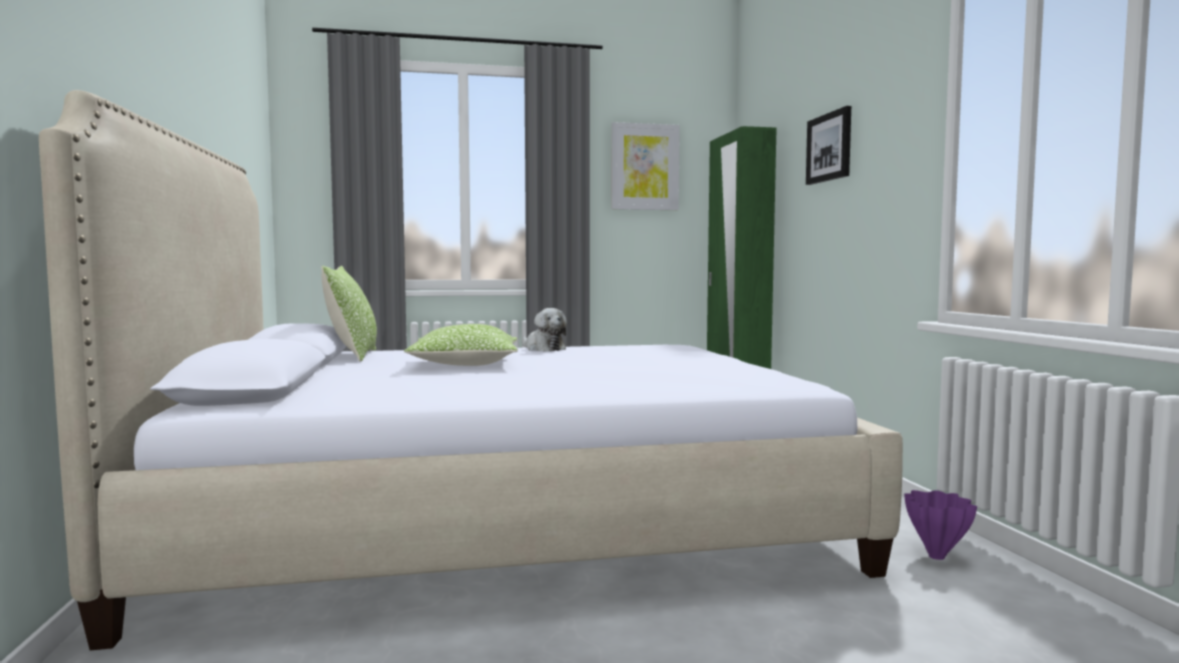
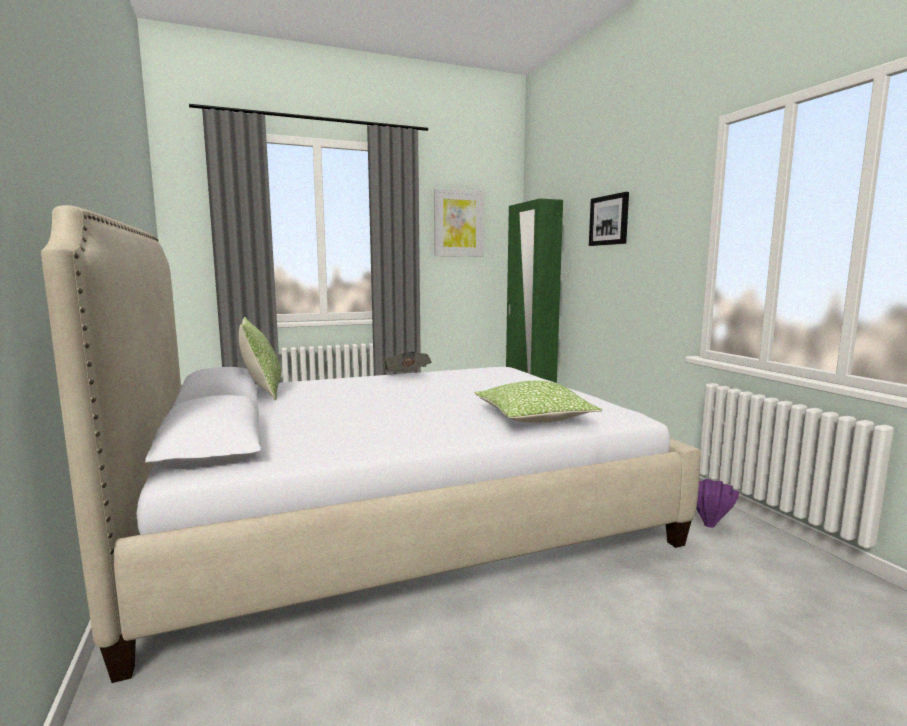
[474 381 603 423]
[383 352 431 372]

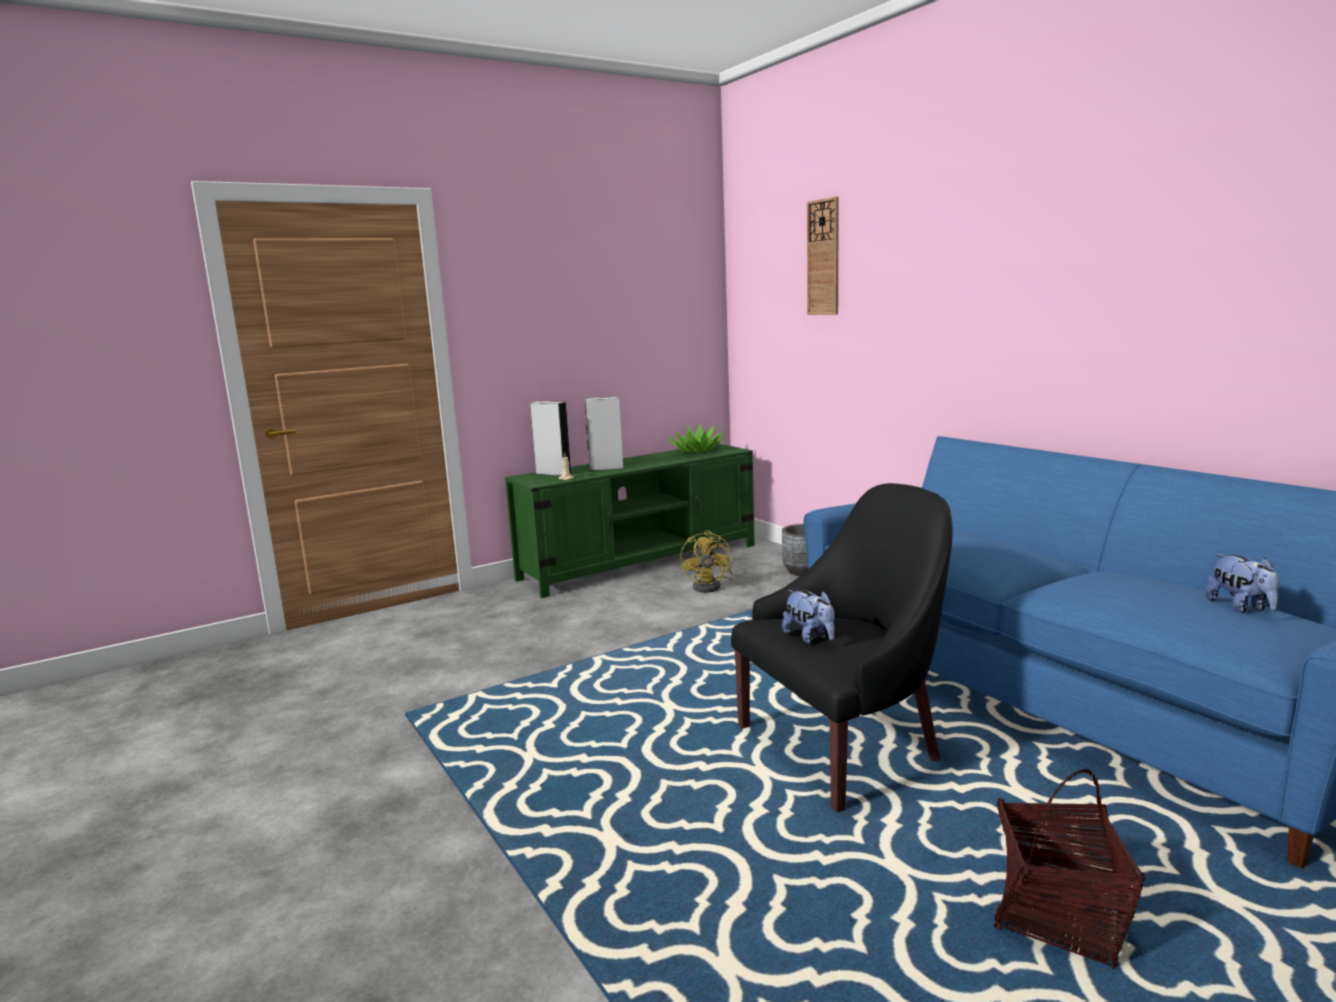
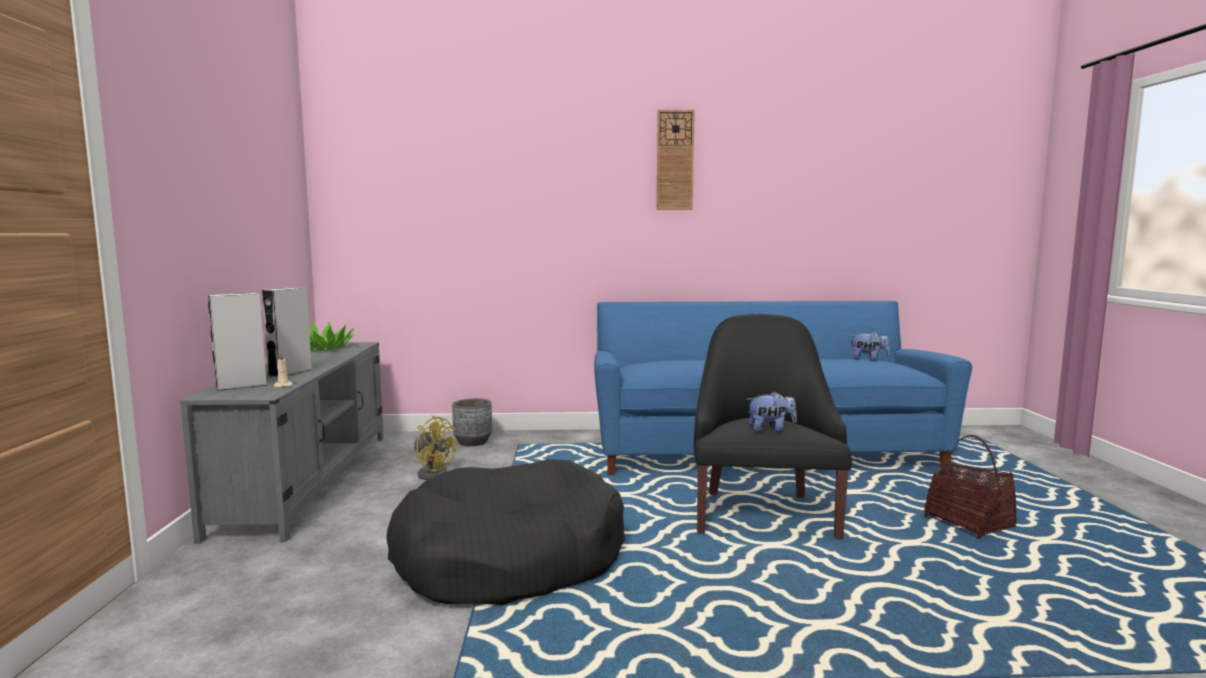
[386 459 625 605]
[656 110 695 210]
[180 342 384 544]

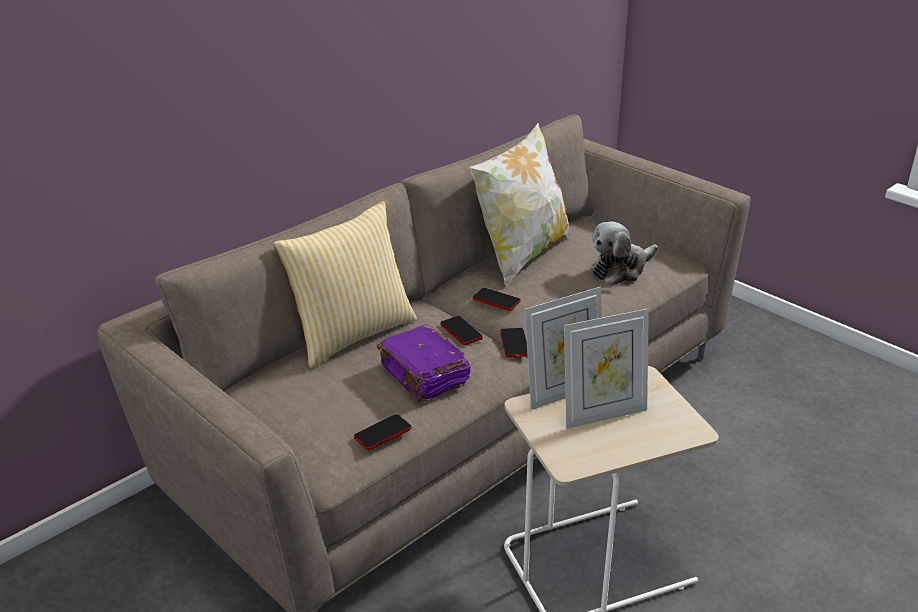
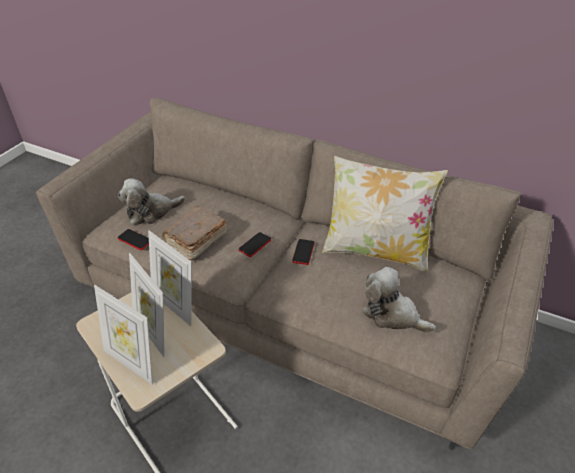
[273 201 417 369] (first image)
[500 328 528 357] (first image)
[94 285 153 384]
[118 178 185 225]
[162 206 227 261]

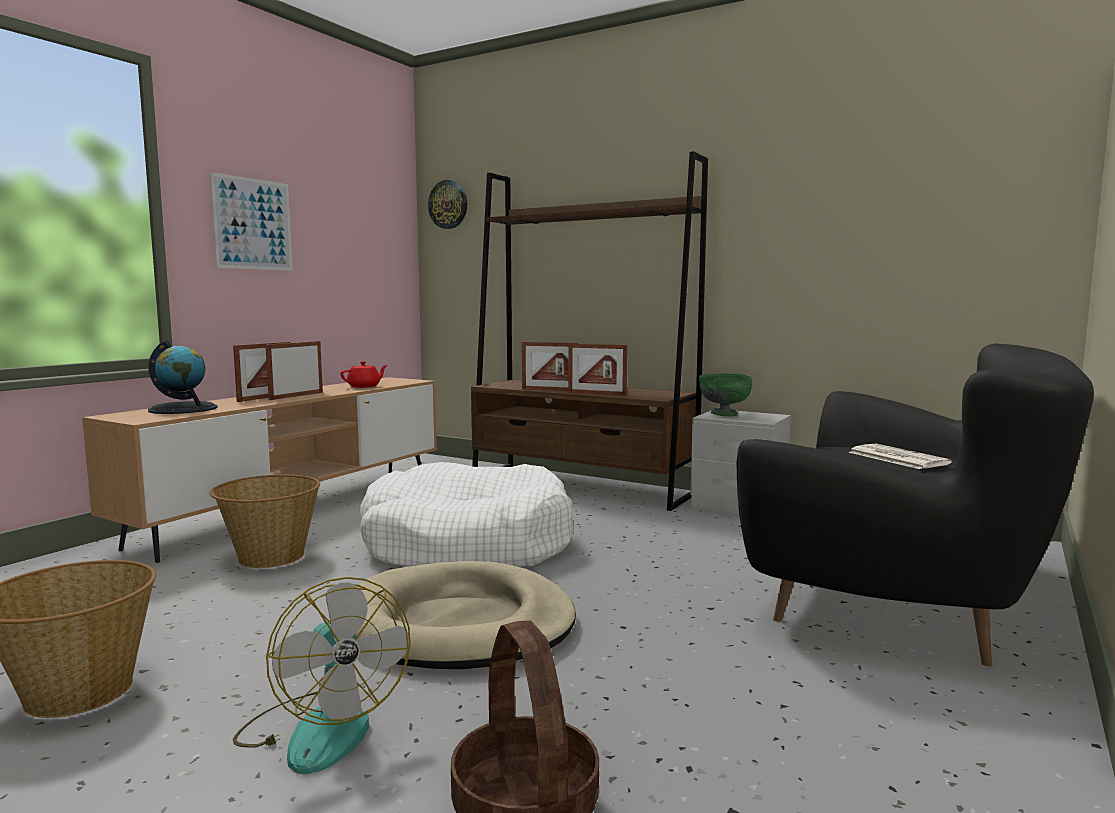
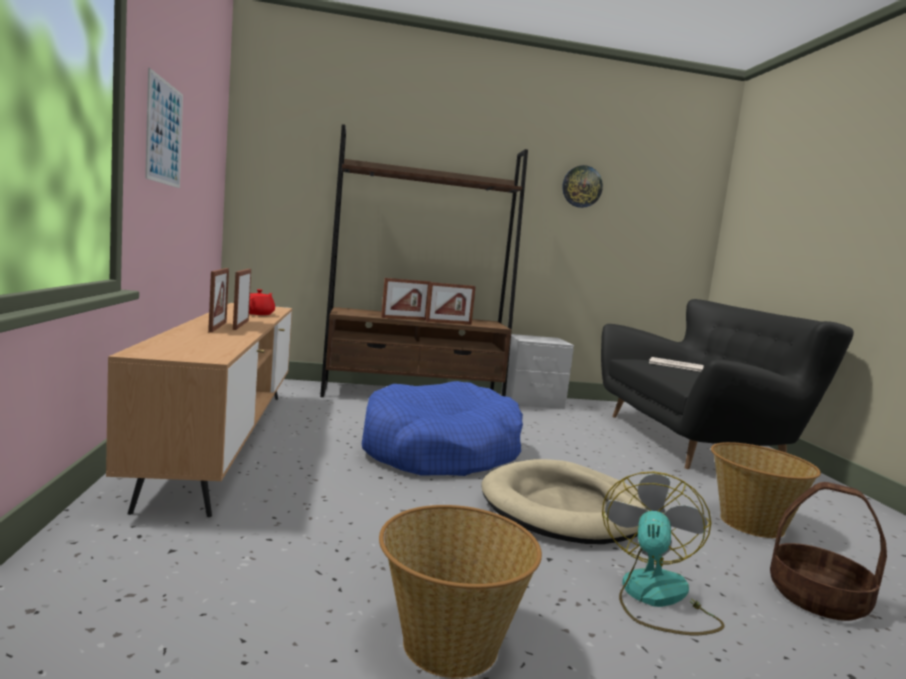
[148 340 218 414] (first image)
[699 373 752 417] (first image)
[711 442 821 538]
[562 165 603 208]
[362 381 523 476]
[602 472 725 635]

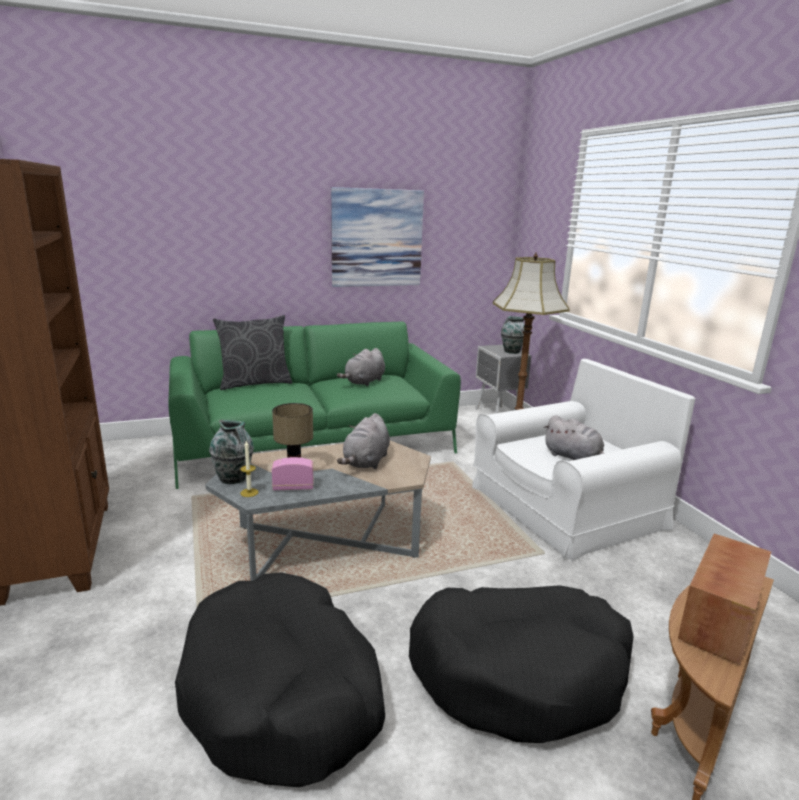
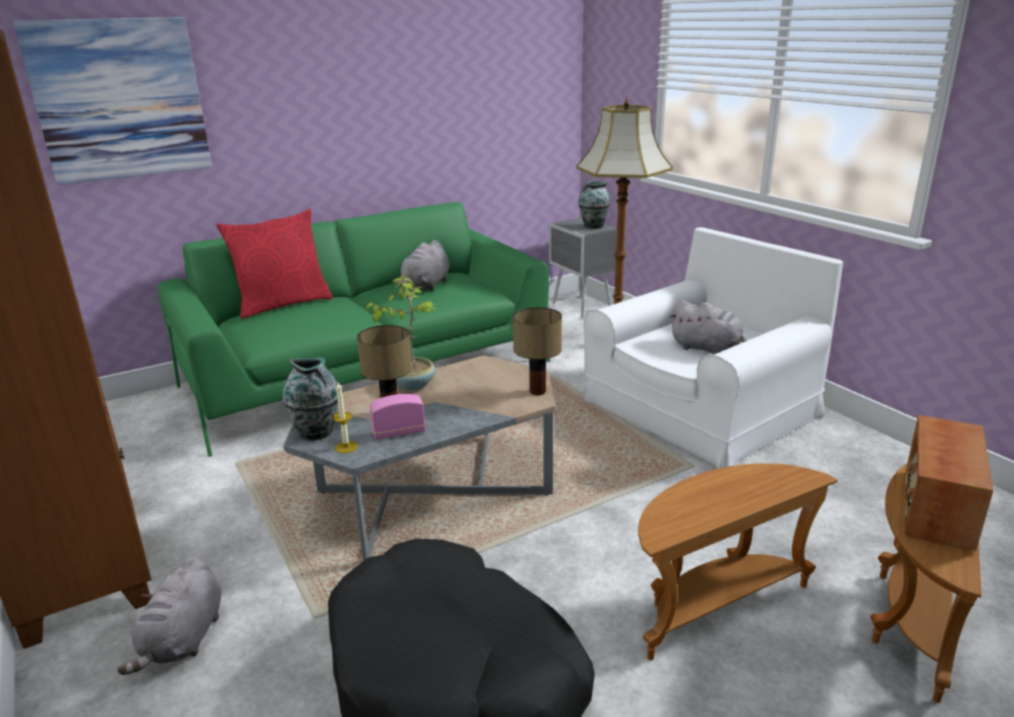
[365 275 439 390]
[513 307 562 395]
[13 17 212 185]
[118 556 221 675]
[638 463 838 660]
[216 209 333 319]

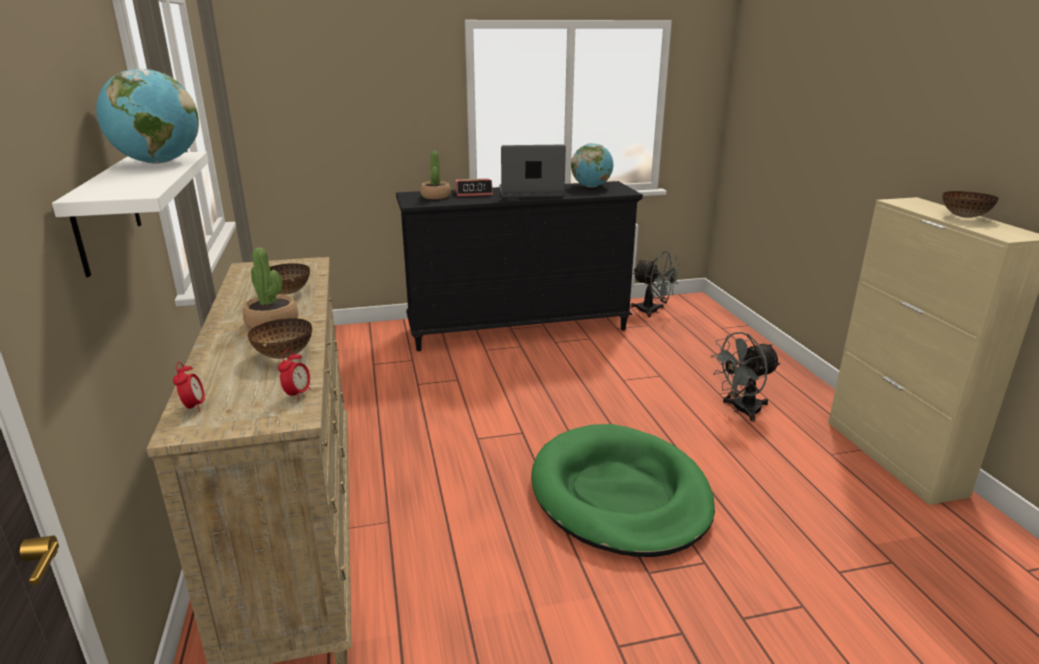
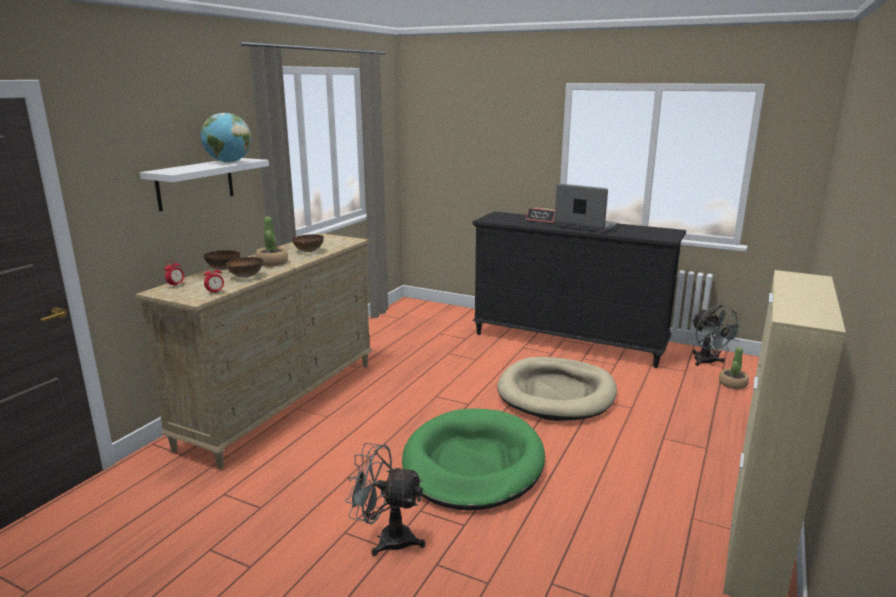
[571 143 613 187] (first image)
[497 357 617 421]
[719 347 749 389]
[345 443 425 556]
[204 250 240 270]

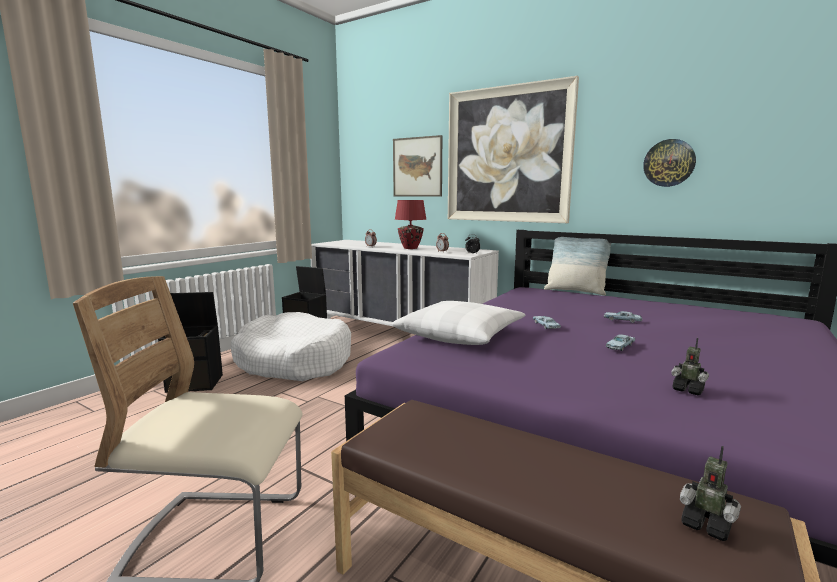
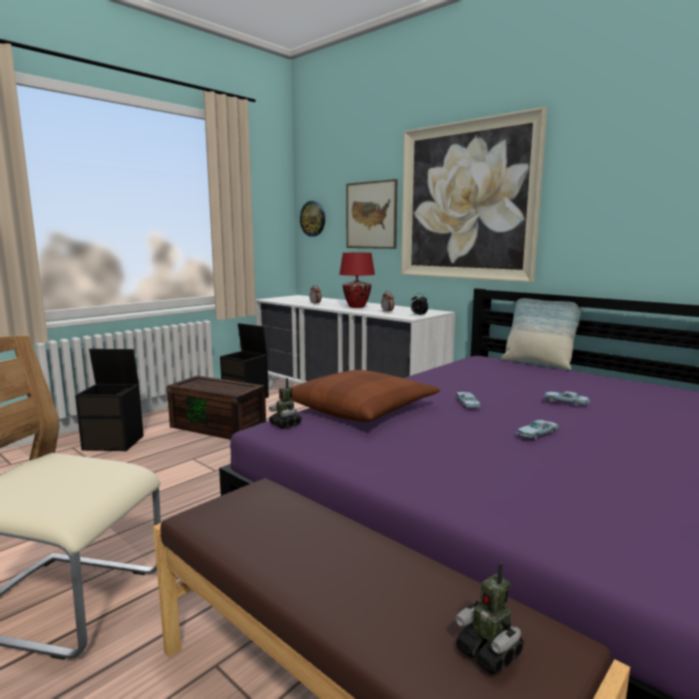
[300 201 325 237]
[269 378 302 429]
[167 376 266 440]
[290 370 440 422]

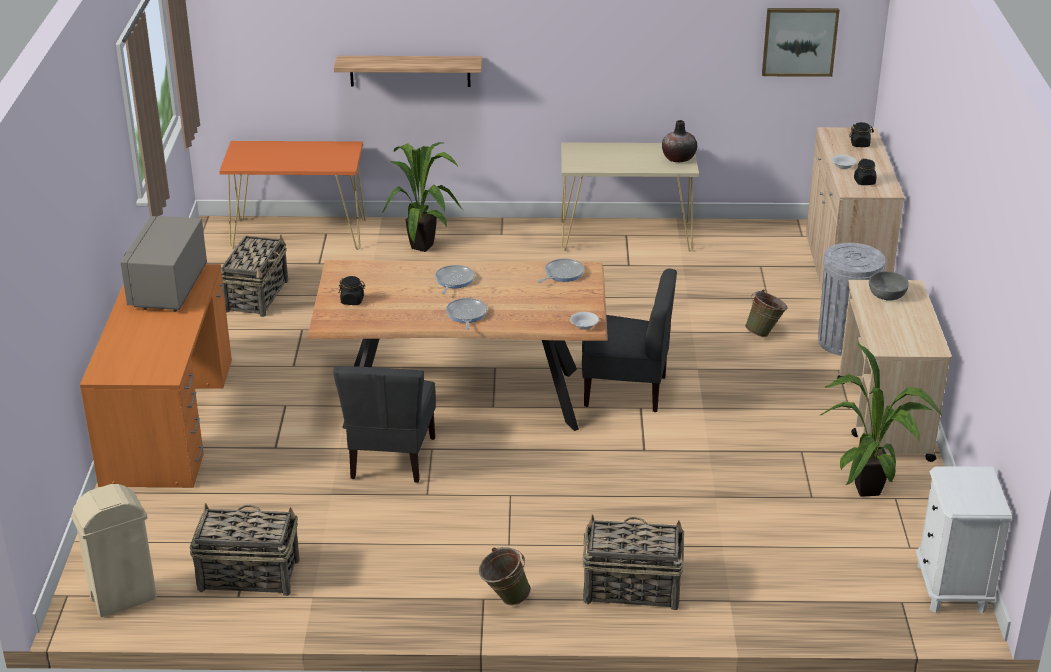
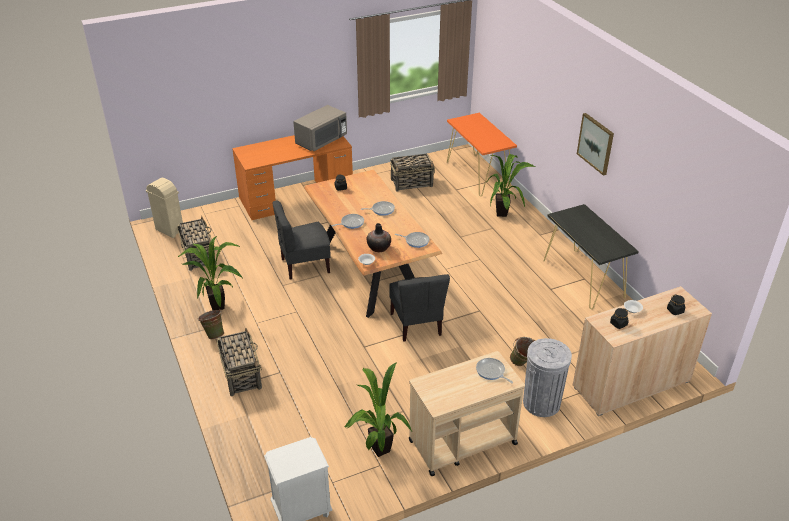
[334 56 482 87] (first image)
[178 236 242 310]
[367 223 391 252]
[577 113 614 176]
[476 358 513 383]
[544 204 639 309]
[293 105 347 151]

